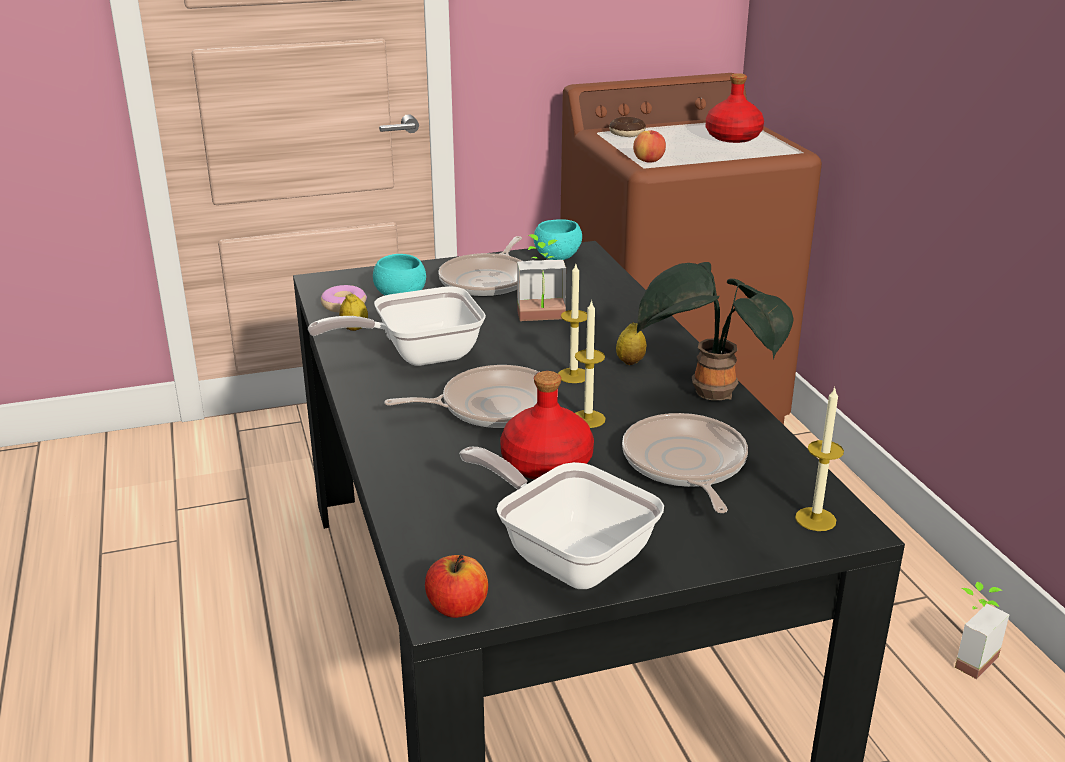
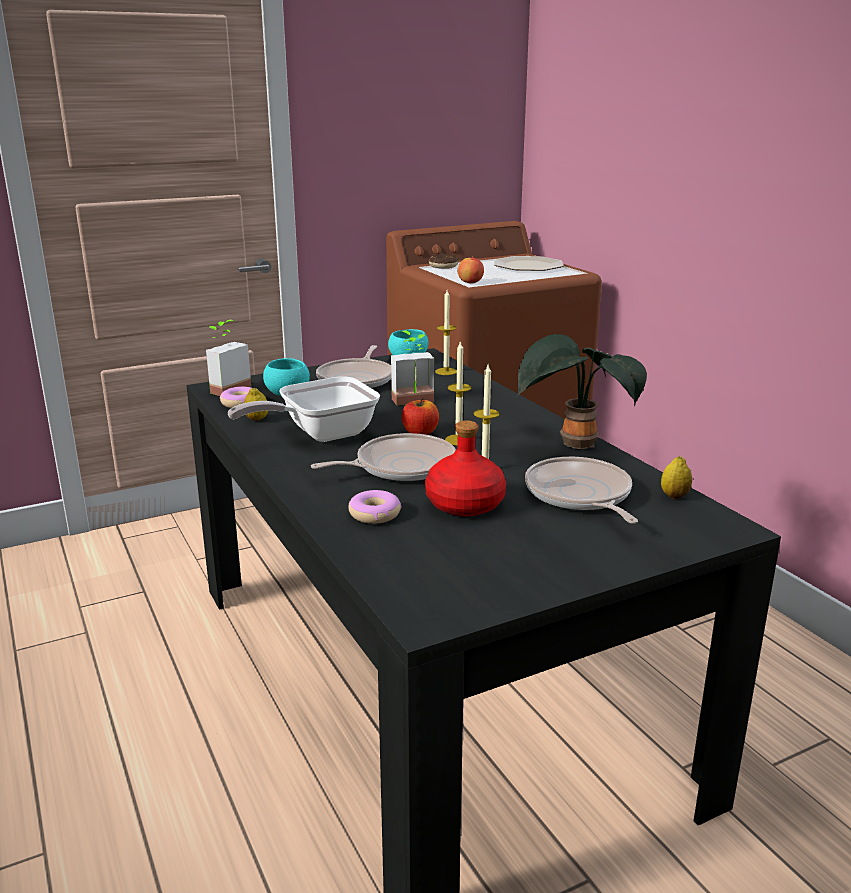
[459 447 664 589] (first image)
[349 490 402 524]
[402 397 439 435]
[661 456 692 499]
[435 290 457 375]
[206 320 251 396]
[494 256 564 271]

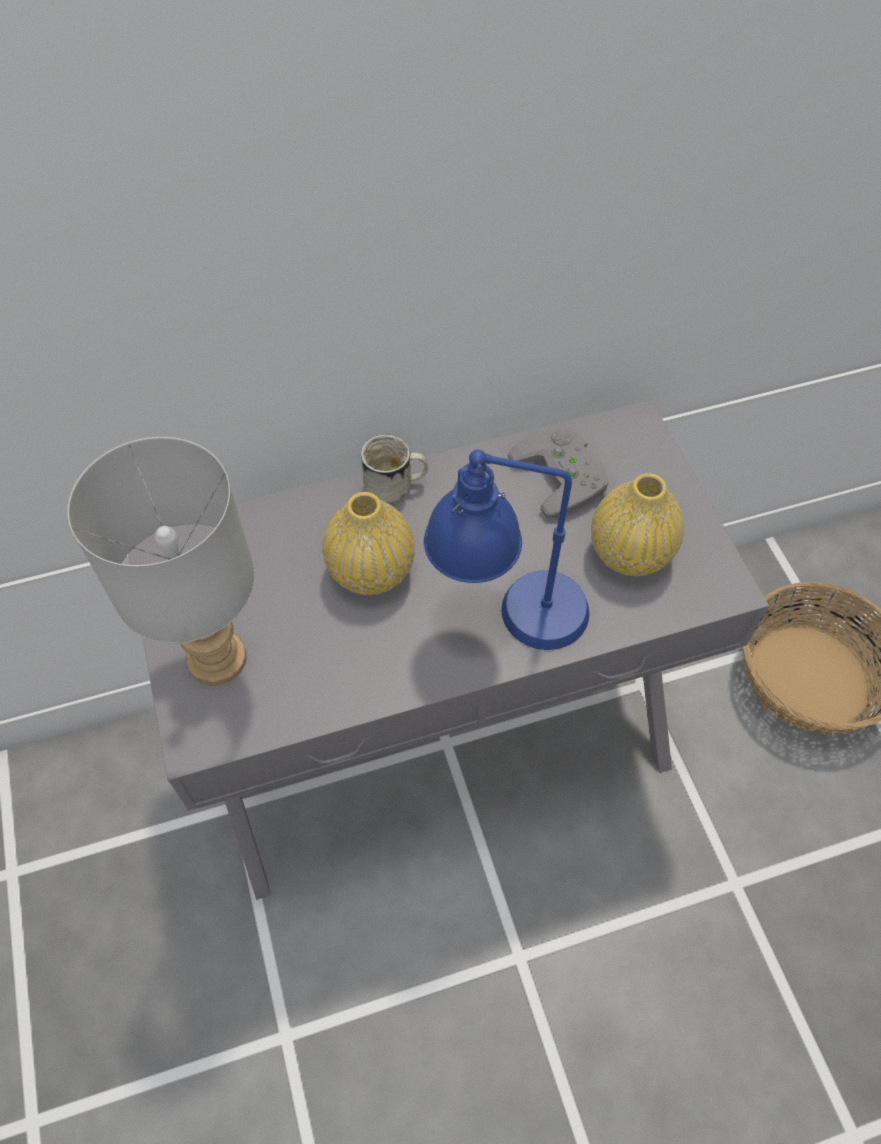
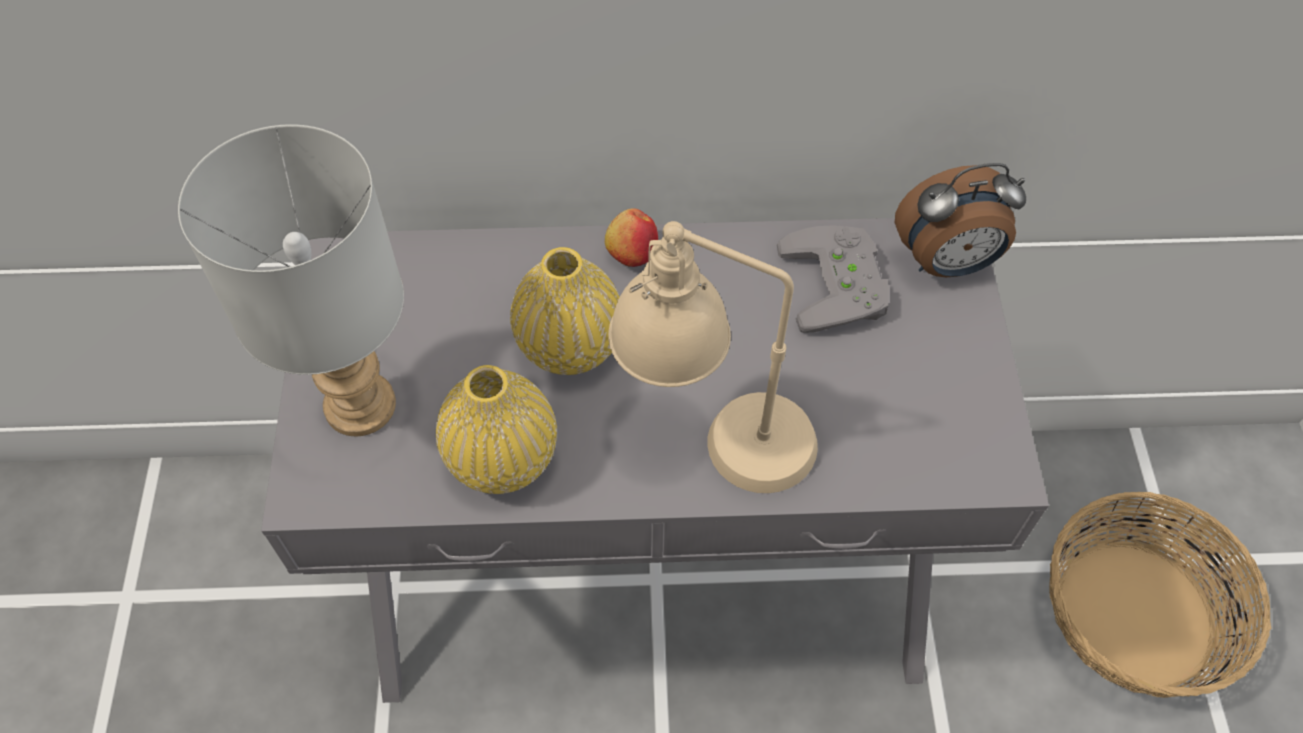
[895 163 1026 277]
[436 365 557 494]
[605 208 658 267]
[608 221 818 493]

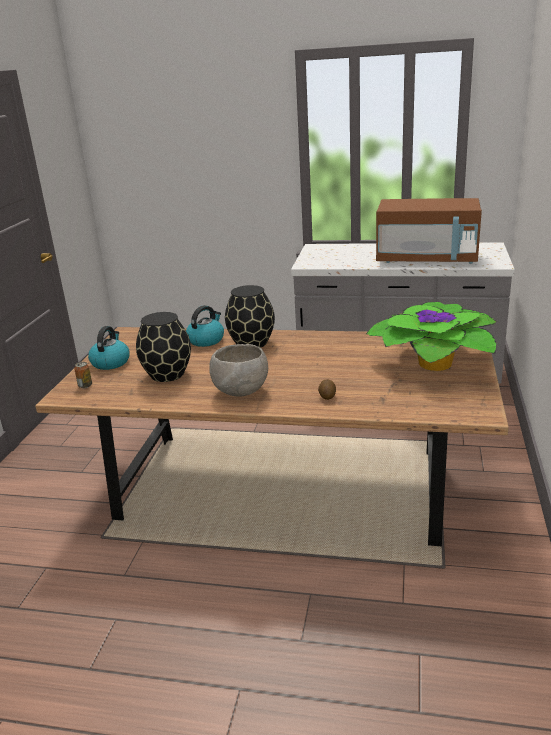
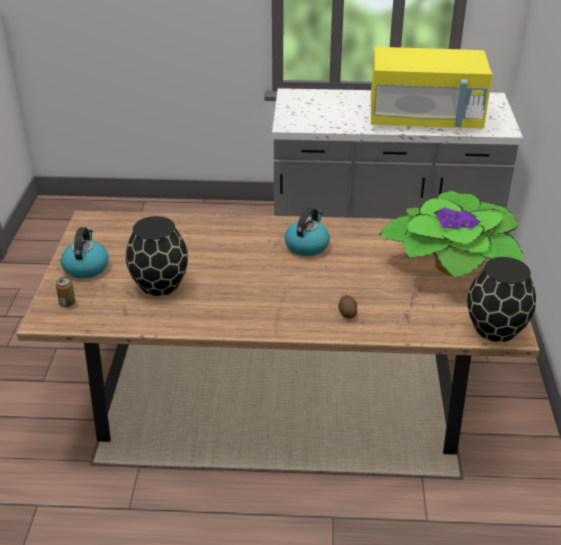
[209 344 268 397] (first image)
[285 207 330 256]
[467 257 536 342]
[371 47 493 128]

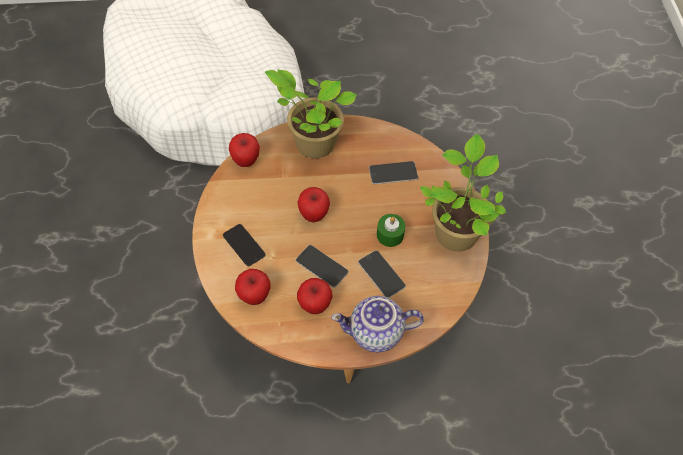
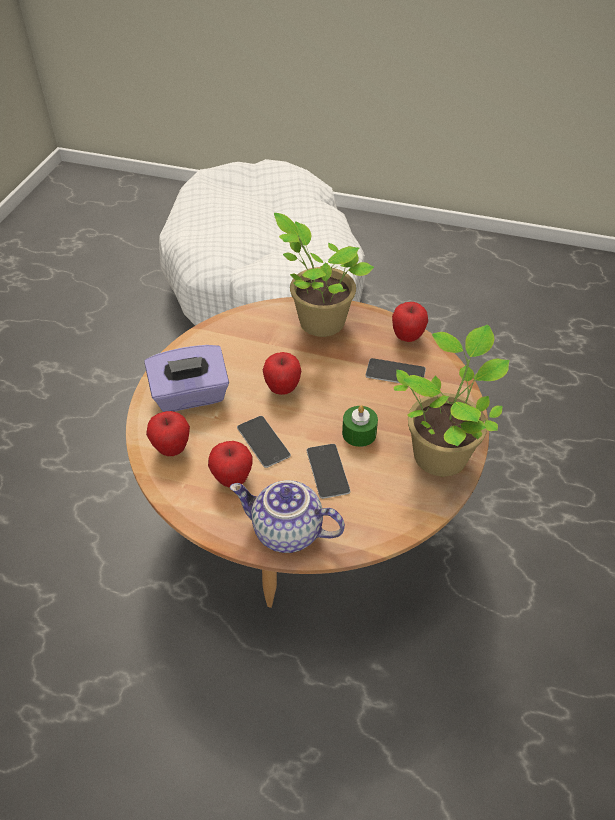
[392 302 428 342]
[144 345 229 412]

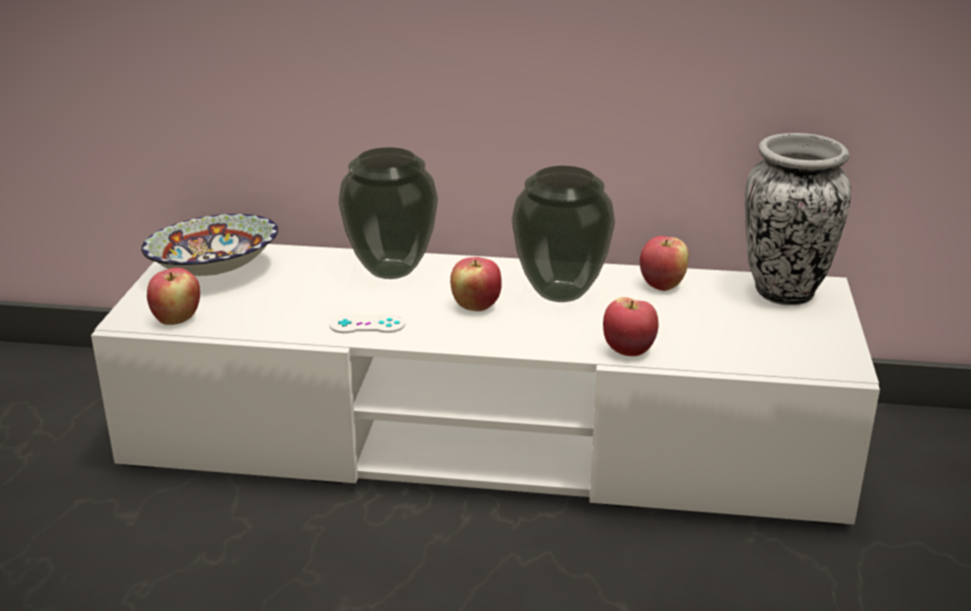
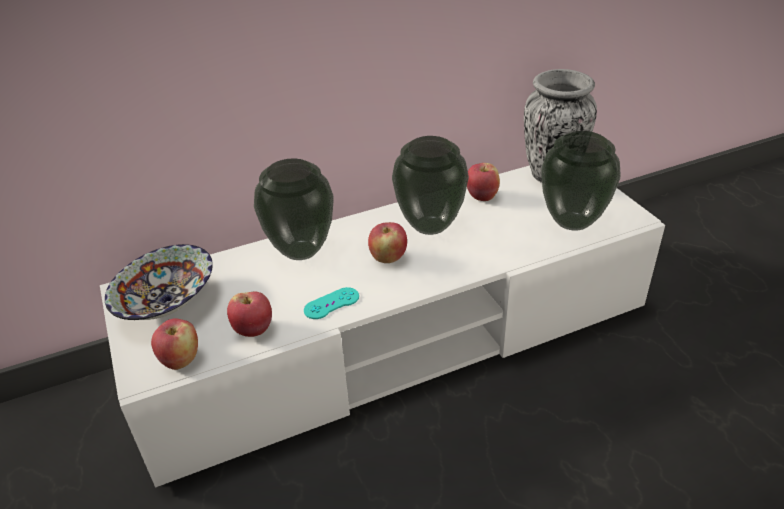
[541 131 621 231]
[227 292 272 337]
[304 287 359 319]

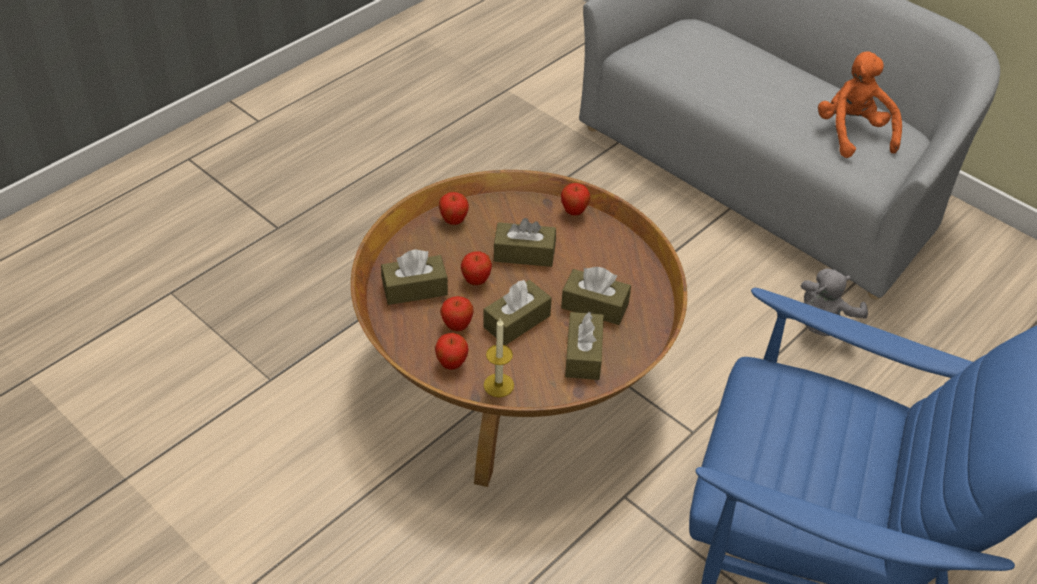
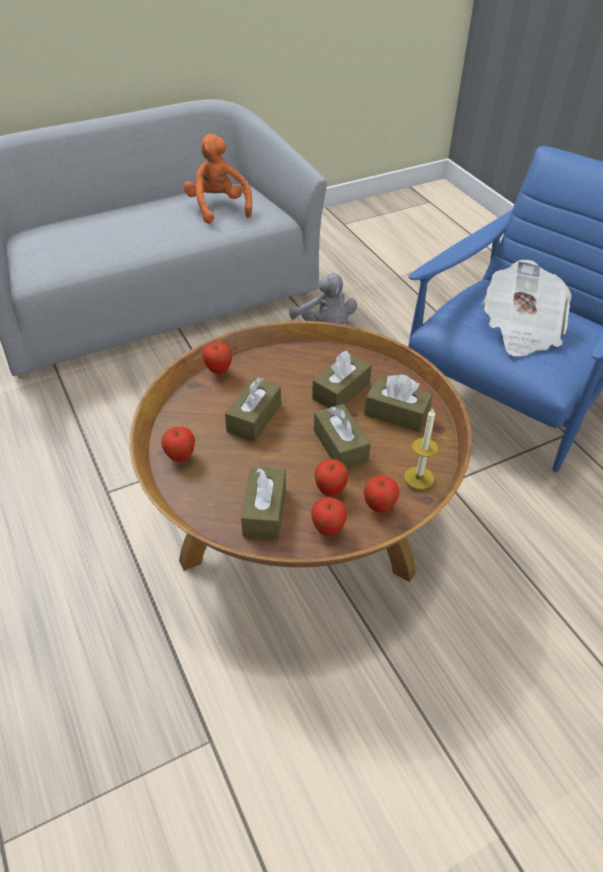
[482 260 572 357]
[311 497 347 536]
[184 134 252 224]

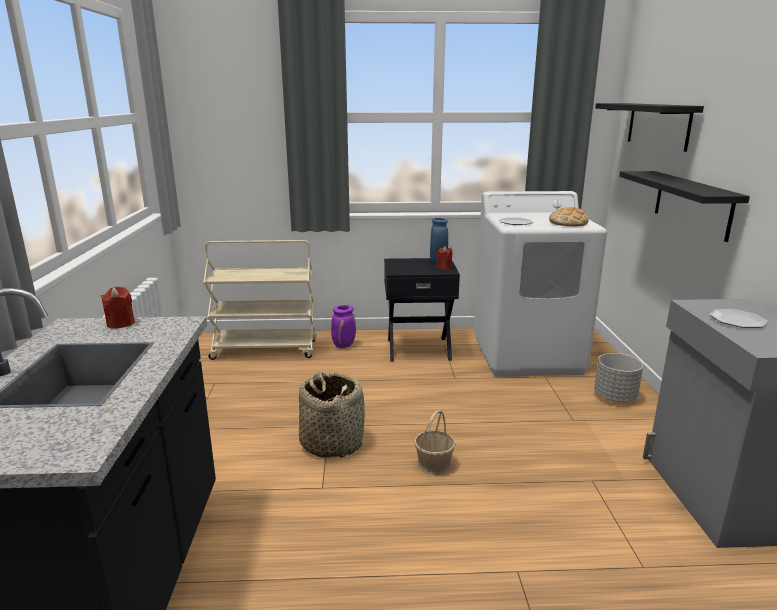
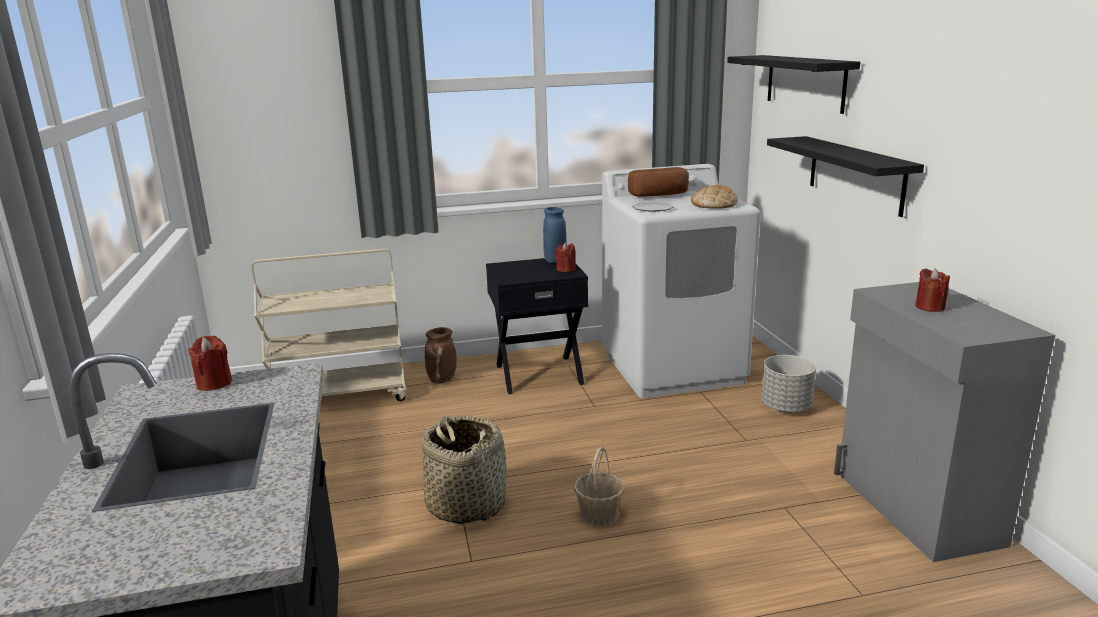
[628 167 689 197]
[915 268 950 312]
[425 327 457 384]

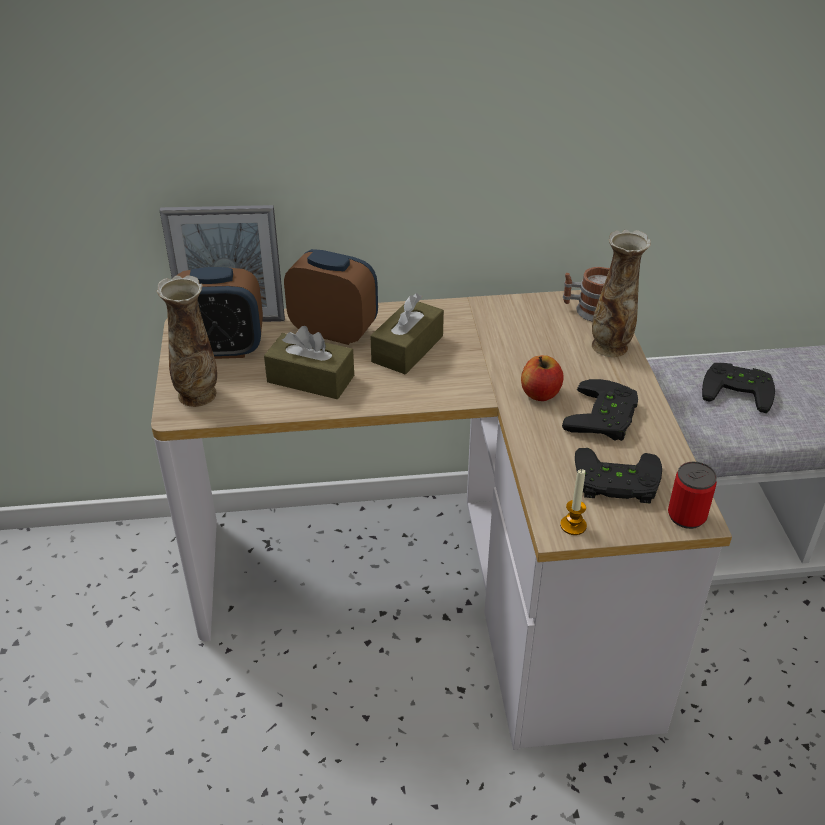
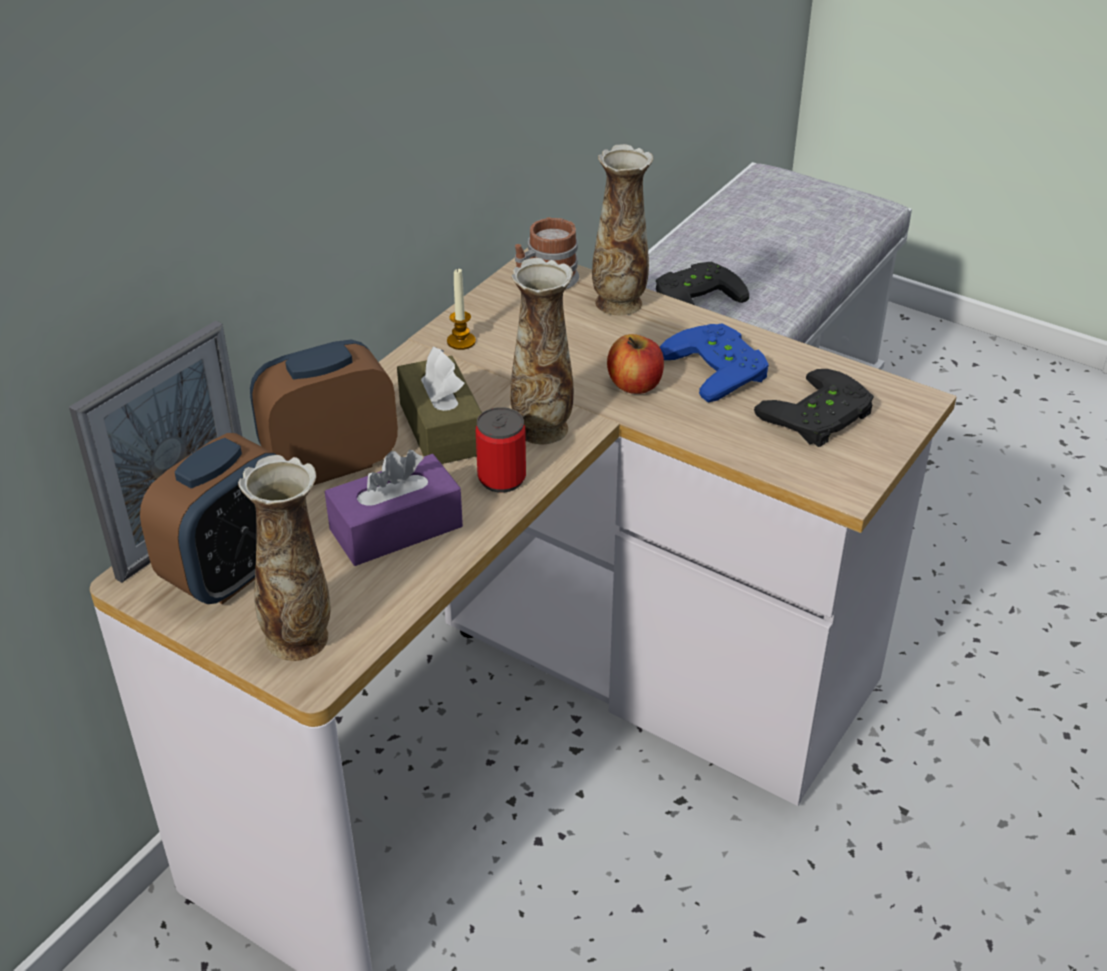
[510 258 574 445]
[447 268 476 350]
[476 407 526 493]
[325 450 463 566]
[660 323 769 402]

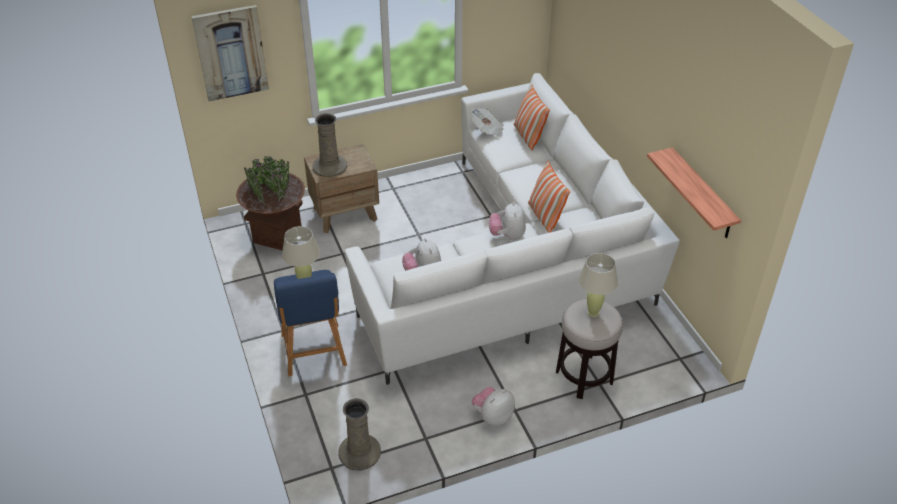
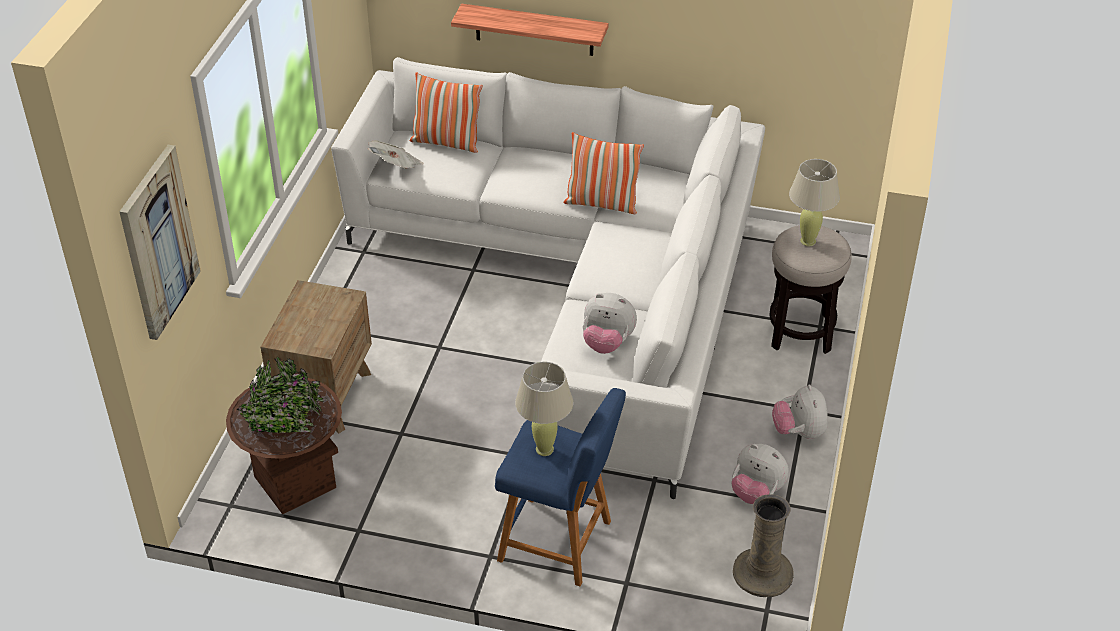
[313 113 347 177] (first image)
[732 444 789 504]
[451 4 609 56]

